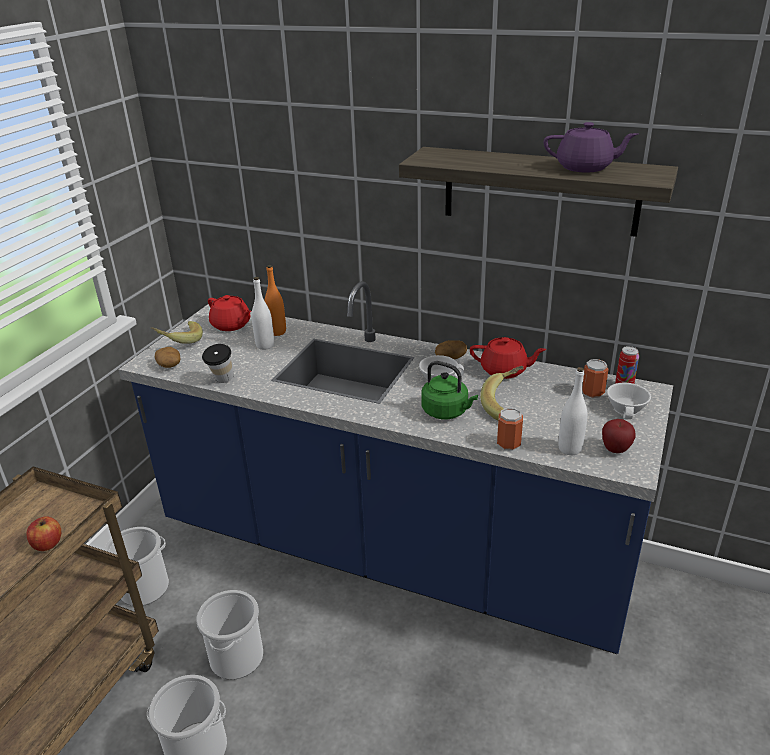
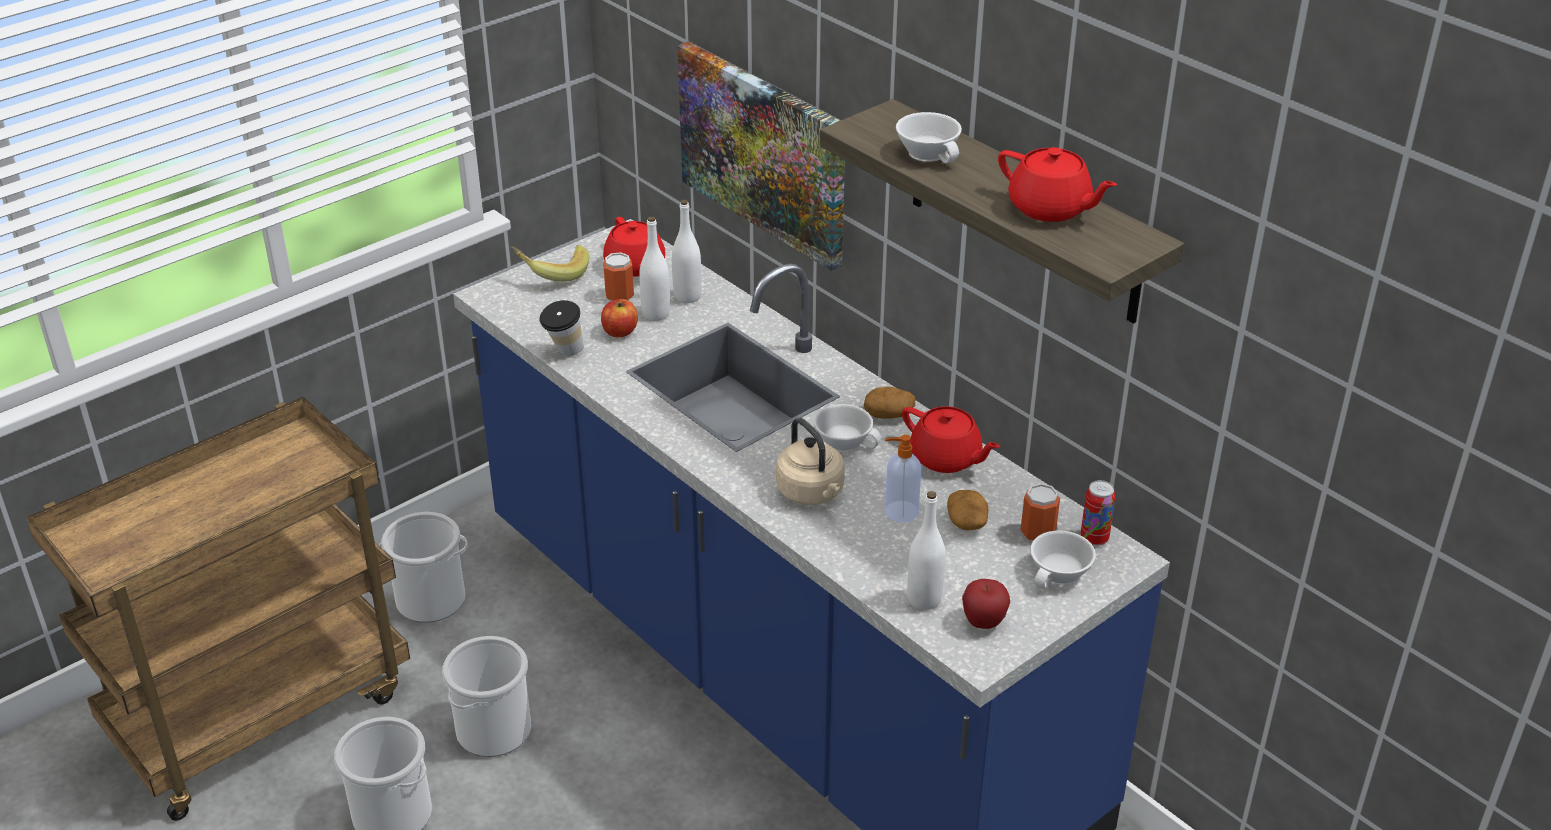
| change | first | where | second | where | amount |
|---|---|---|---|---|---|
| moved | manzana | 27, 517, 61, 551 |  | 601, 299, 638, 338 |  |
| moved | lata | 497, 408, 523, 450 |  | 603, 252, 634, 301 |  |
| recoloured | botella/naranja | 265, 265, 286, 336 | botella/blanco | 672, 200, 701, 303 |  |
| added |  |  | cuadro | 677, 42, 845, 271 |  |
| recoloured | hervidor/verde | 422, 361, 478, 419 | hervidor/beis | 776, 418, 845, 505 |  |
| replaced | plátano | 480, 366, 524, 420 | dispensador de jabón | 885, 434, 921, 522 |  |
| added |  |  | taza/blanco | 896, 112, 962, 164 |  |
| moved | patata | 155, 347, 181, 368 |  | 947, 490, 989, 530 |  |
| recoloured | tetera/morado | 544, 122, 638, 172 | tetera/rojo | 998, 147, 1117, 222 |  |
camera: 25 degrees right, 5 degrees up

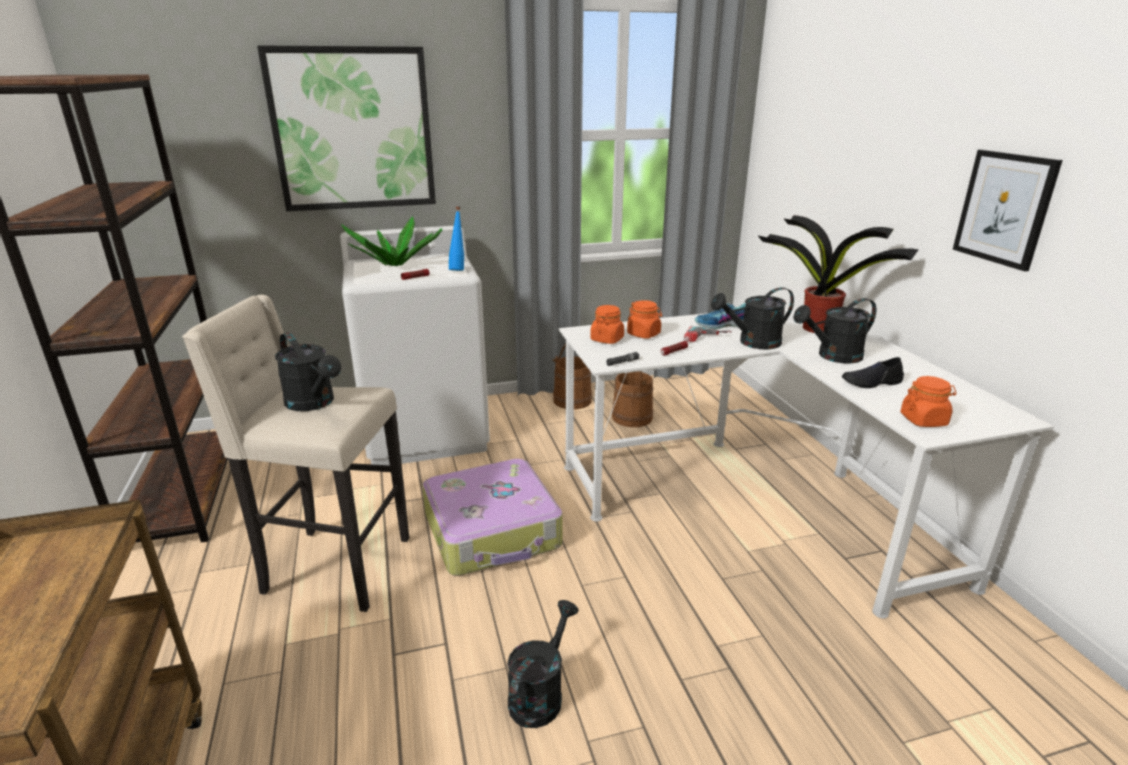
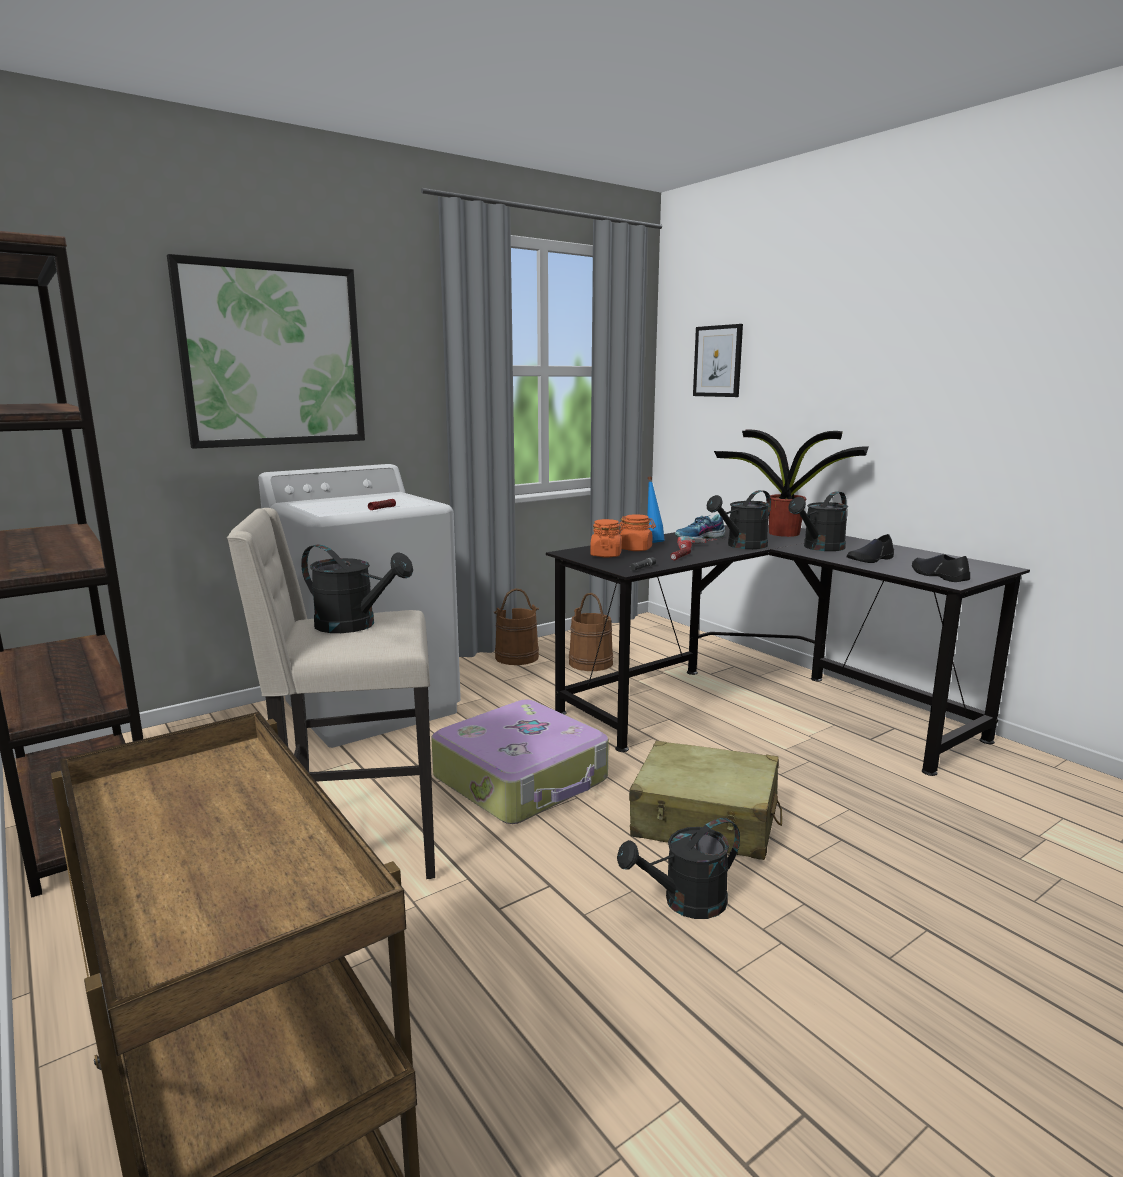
| change | first | where | second | where | amount |
|---|---|---|---|---|---|
| recoloured | escritorio/blanco | 559, 309, 1054, 618 | escritorio/negro | 546, 525, 1030, 776 |  |
| turned | regadera/negro | 507, 600, 579, 728 |  | 617, 818, 740, 919 | 120 degrees counterclockwise |
| added |  |  | maleta/beis | 629, 741, 782, 860 |  |
| moved | botella/azul | 449, 206, 464, 271 |  | 647, 476, 665, 543 |  |
| moved | cuadro | 953, 149, 1063, 271 |  | 693, 324, 743, 397 |  |
| replaced | tarro/naranja | 900, 376, 957, 427 | zapato/negro | 912, 554, 970, 582 |  |
| removed | planta en maceta | 341, 216, 443, 266 |  |  |  |
camera: 20 degrees left, 10 degrees down

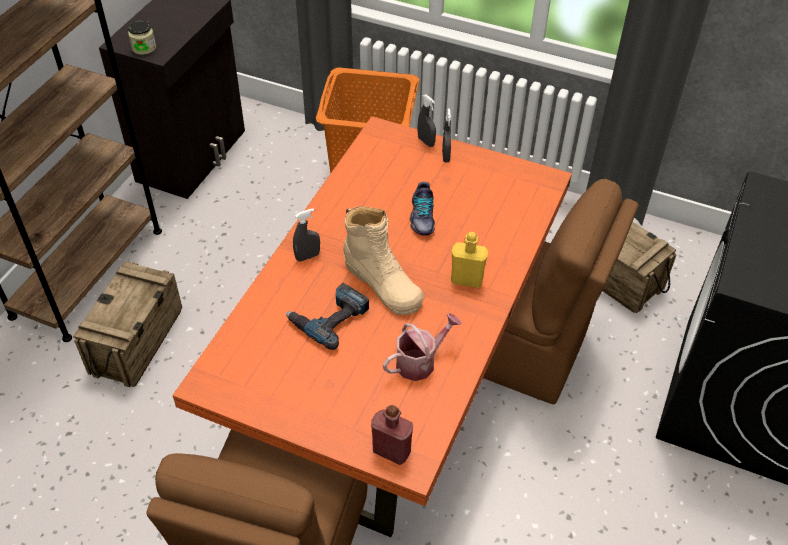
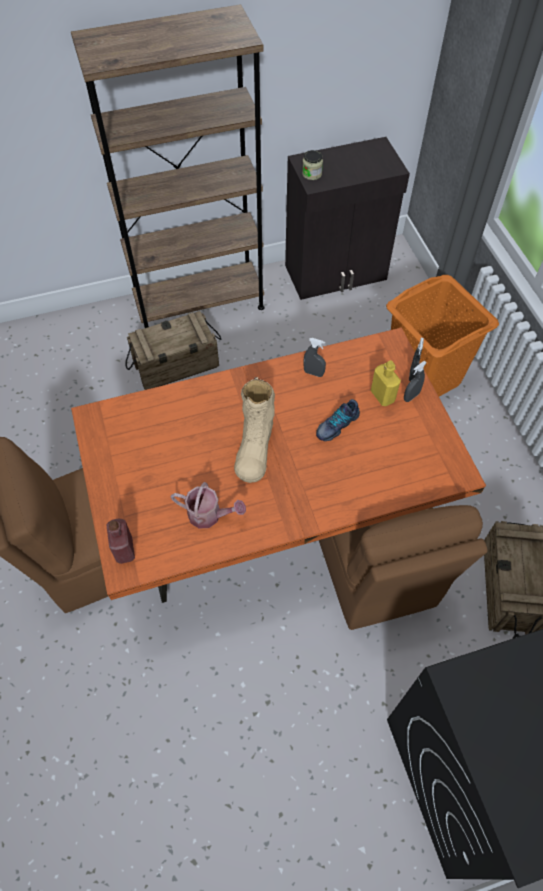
| change | first | where | second | where | amount |
|---|---|---|---|---|---|
| moved | pulverizador/gris | 293, 208, 320, 262 |  | 303, 338, 326, 377 |  |
| moved | botella/amarillo | 451, 232, 488, 288 |  | 371, 360, 401, 406 |  |
| removed | taladro | 286, 283, 369, 350 |  |  |  |
camera: 50 degrees right, 10 degrees up

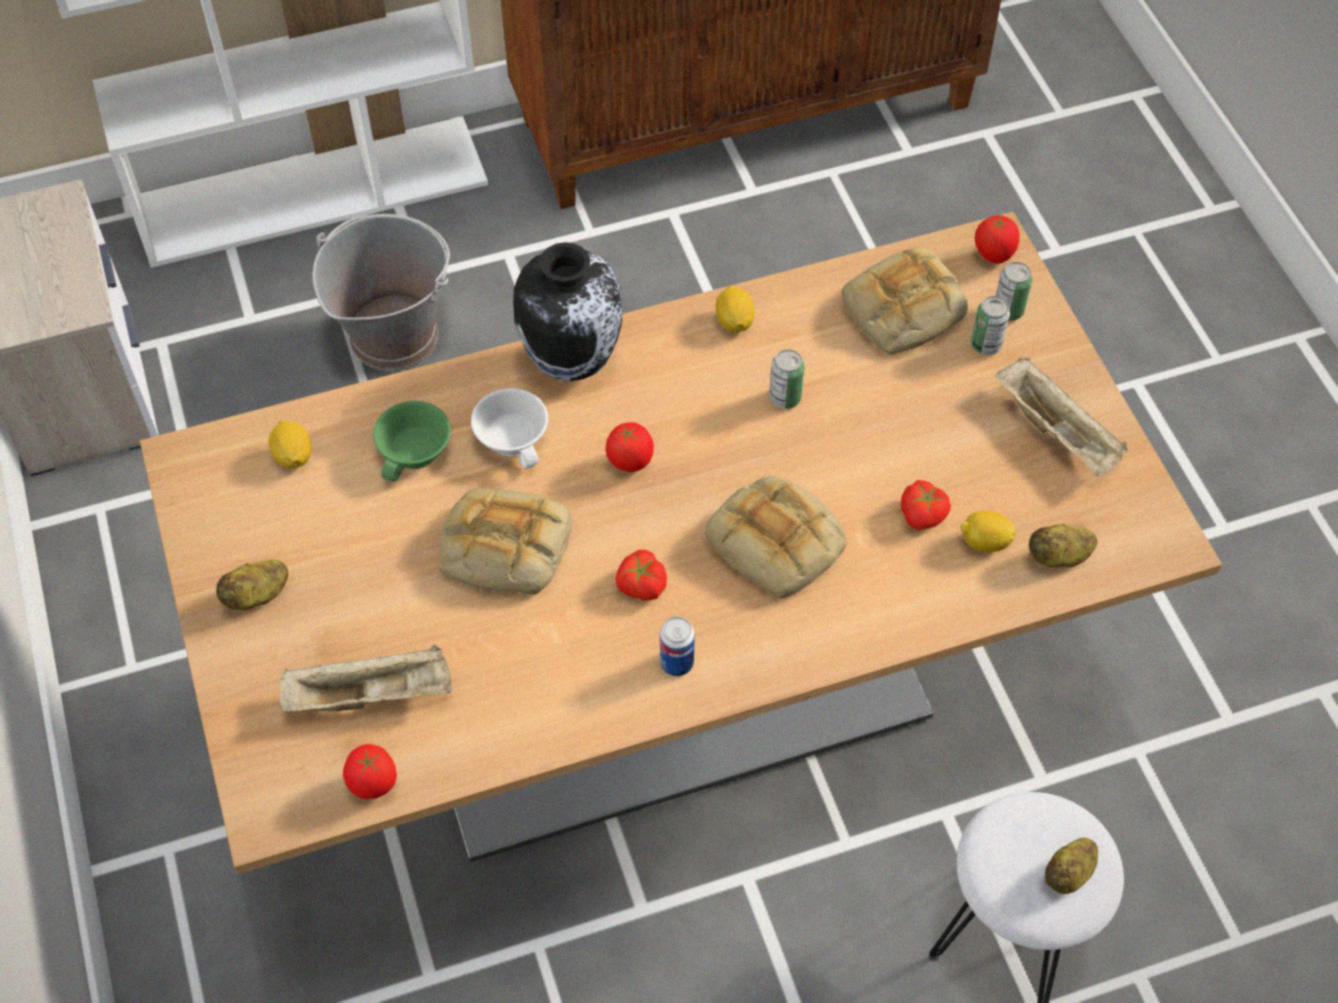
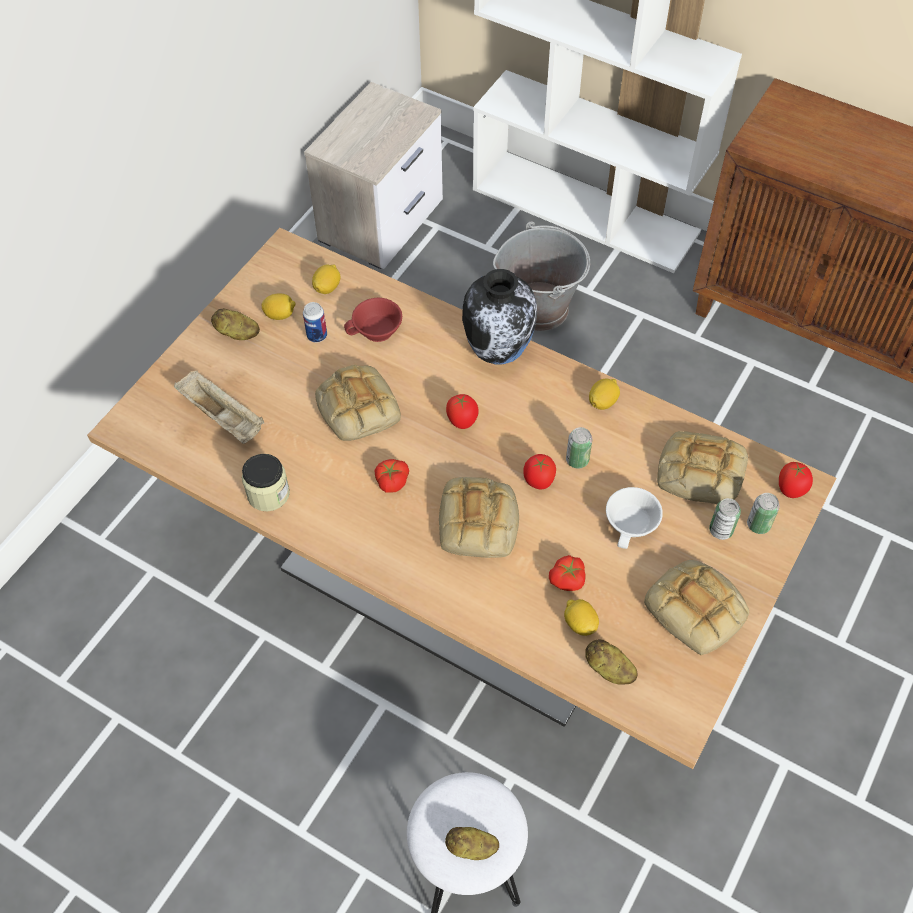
| change | first | where | second | where | amount |
|---|---|---|---|---|---|
| added |  |  | tarro | 242, 454, 290, 512 |  |
| added |  |  | limón | 261, 293, 296, 320 |  |
| moved | lata | 660, 617, 695, 676 |  | 303, 302, 327, 343 |  |
| recoloured | taza/verde | 373, 401, 451, 482 | taza/rojo | 344, 298, 402, 342 |  |
| moved | tomate | 343, 744, 397, 799 |  | 523, 454, 556, 489 |  |
| moved | taza/blanco | 471, 388, 548, 469 |  | 606, 487, 663, 549 |  |
| replaced | bandeja/beis | 996, 358, 1128, 476 | pan | 644, 560, 749, 655 |  |
camera: 50 degrees right, 0 degrees up

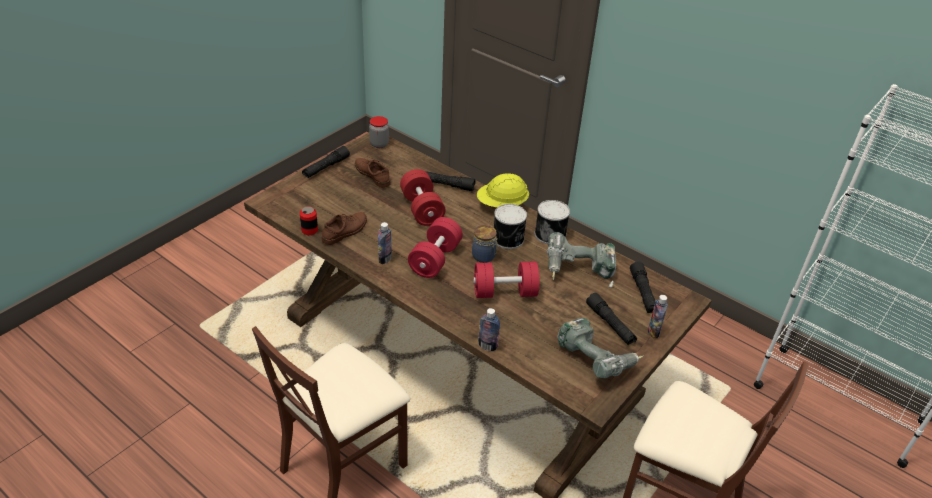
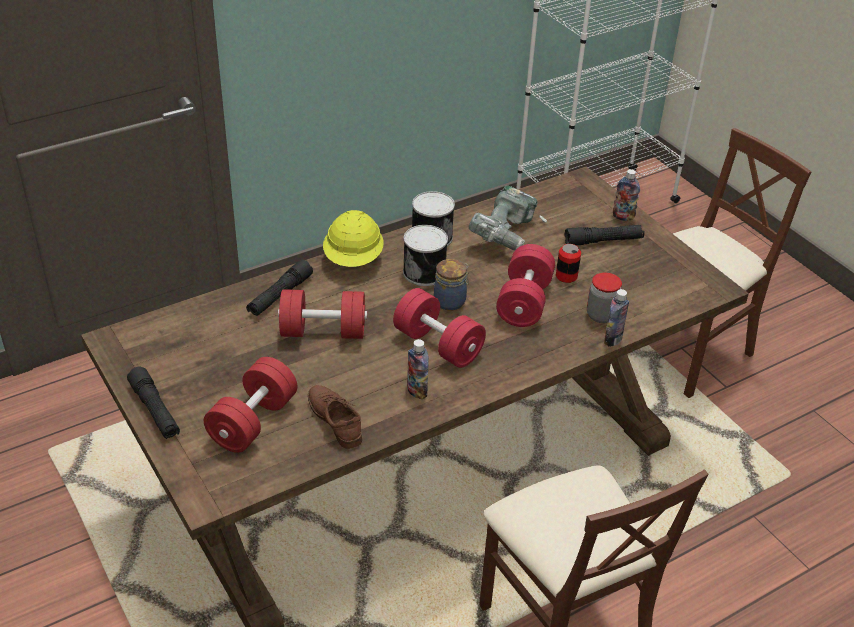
| change | first | where | second | where | amount |
|---|---|---|---|---|---|
| added |  |  | mancuerna/rojo | 204, 357, 297, 453 |  |
| moved | lata | 300, 206, 318, 235 |  | 556, 244, 581, 283 |  |
| moved | tarro | 369, 116, 389, 148 |  | 587, 273, 622, 323 |  |
| removed | zapato/marrón | 355, 158, 391, 188 |  |  |  |
| removed | taladro | 557, 318, 643, 378 |  |  |  |
| removed | linterna/negro | 630, 261, 655, 313 |  |  |  |
camera: 70 degrees left, 0 degrees up

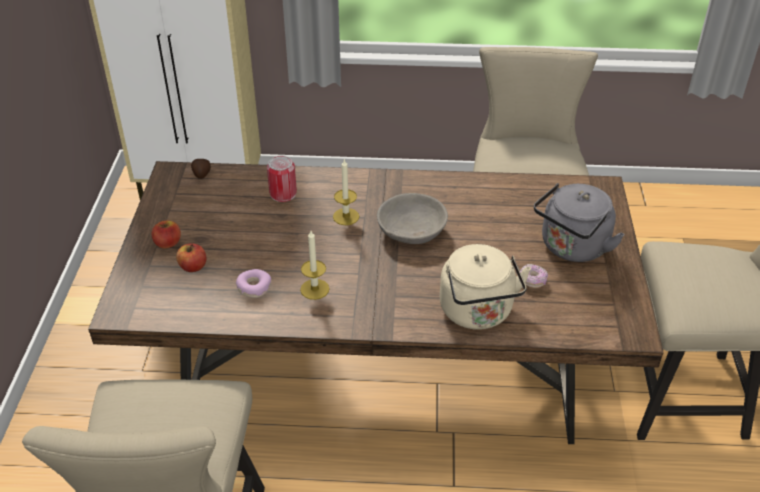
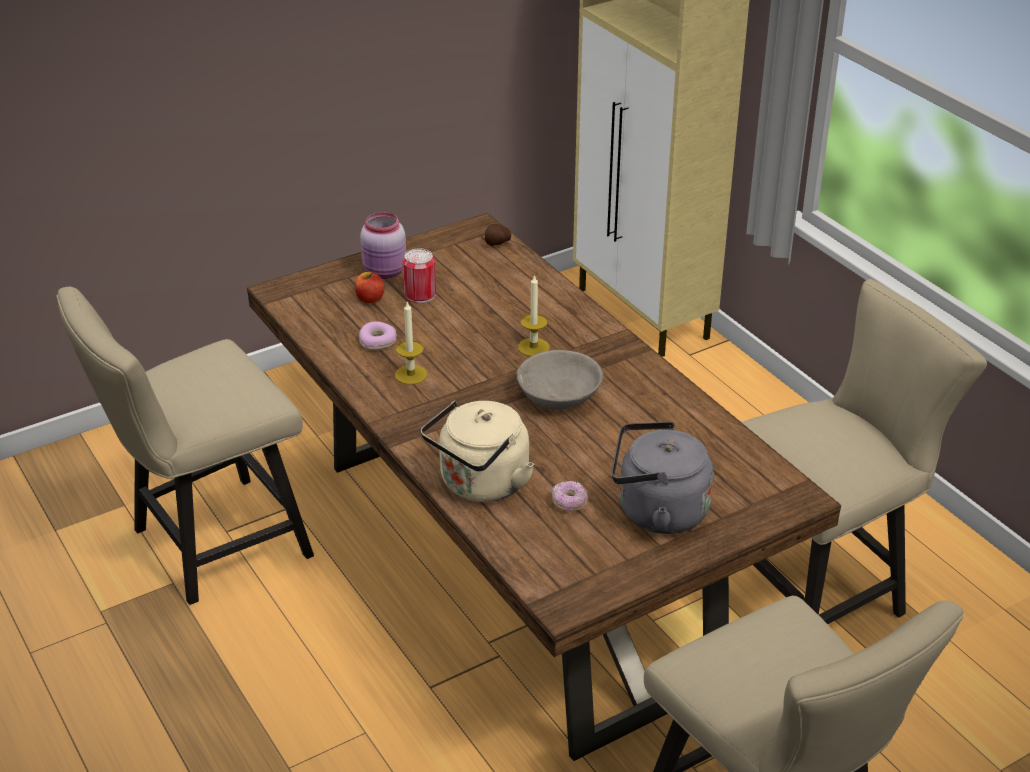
| change | first | where | second | where | amount |
|---|---|---|---|---|---|
| replaced | manzana | 151, 220, 181, 249 | tarro/rosa | 360, 212, 406, 279 |  |
| moved | lata | 267, 156, 297, 202 |  | 403, 248, 436, 303 |  |
camera: 55 degrees right, 5 degrees down

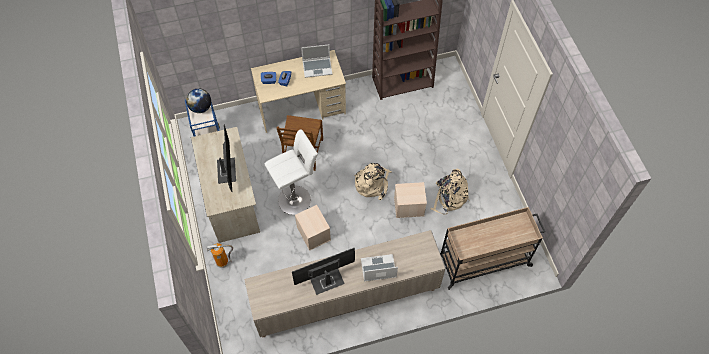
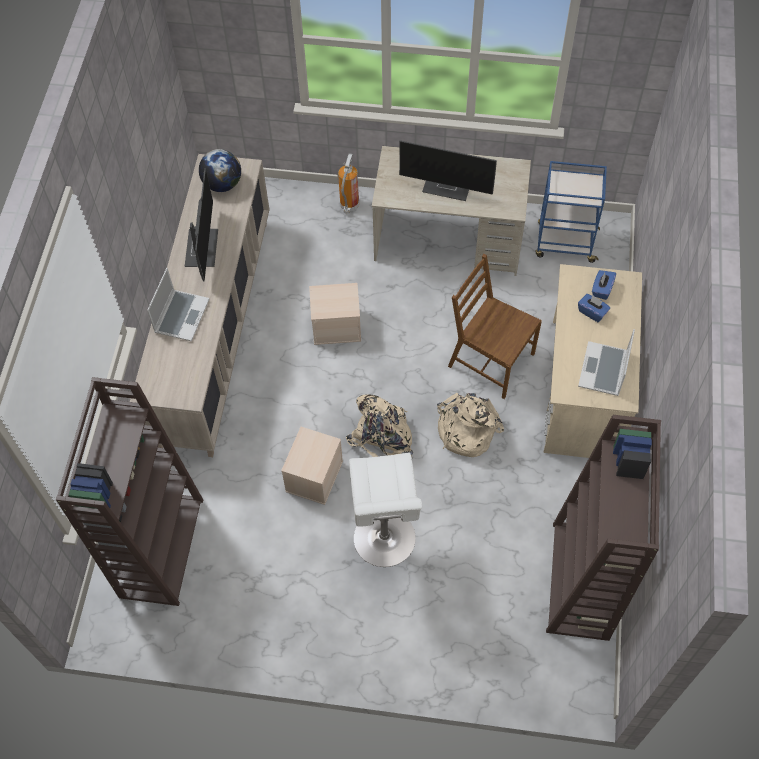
| change | first | where | second | where | amount |
|---|---|---|---|---|---|
| replaced | carrito/beis | 440, 207, 545, 290 | estantería/marrón | 56, 377, 203, 606 |  |
| moved | globo terráqueo | 186, 88, 211, 113 |  | 199, 149, 241, 192 |  |
| moved | taburete/blanco | 265, 129, 318, 215 |  | 349, 453, 422, 567 |  |
| moved | mochila/beis | 431, 169, 470, 215 |  | 437, 393, 504, 457 |  |
camera: 115 degrees right, 0 degrees up

